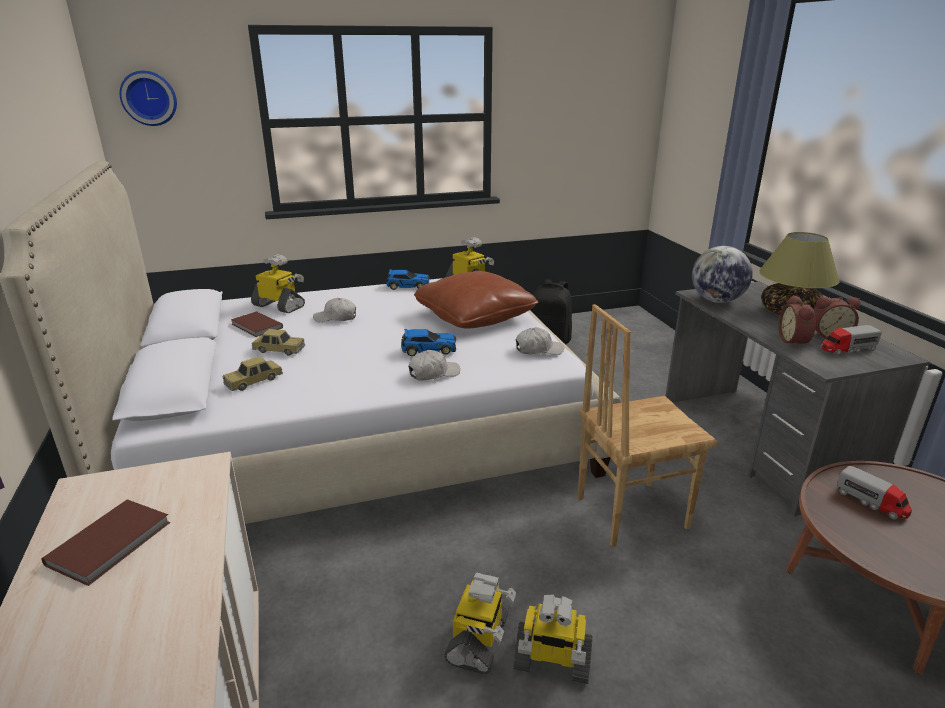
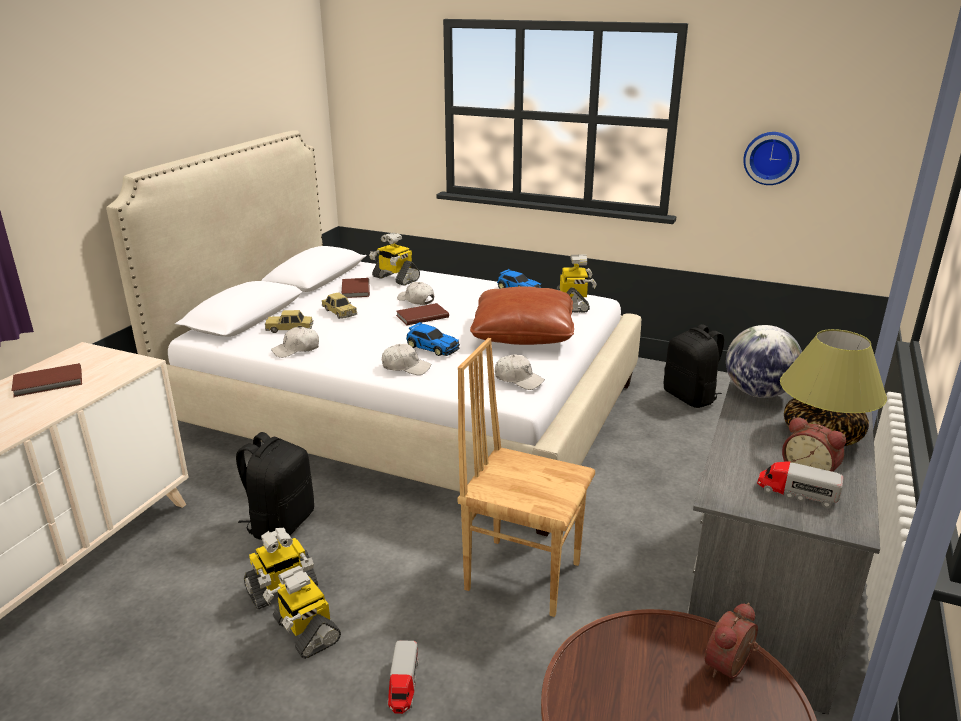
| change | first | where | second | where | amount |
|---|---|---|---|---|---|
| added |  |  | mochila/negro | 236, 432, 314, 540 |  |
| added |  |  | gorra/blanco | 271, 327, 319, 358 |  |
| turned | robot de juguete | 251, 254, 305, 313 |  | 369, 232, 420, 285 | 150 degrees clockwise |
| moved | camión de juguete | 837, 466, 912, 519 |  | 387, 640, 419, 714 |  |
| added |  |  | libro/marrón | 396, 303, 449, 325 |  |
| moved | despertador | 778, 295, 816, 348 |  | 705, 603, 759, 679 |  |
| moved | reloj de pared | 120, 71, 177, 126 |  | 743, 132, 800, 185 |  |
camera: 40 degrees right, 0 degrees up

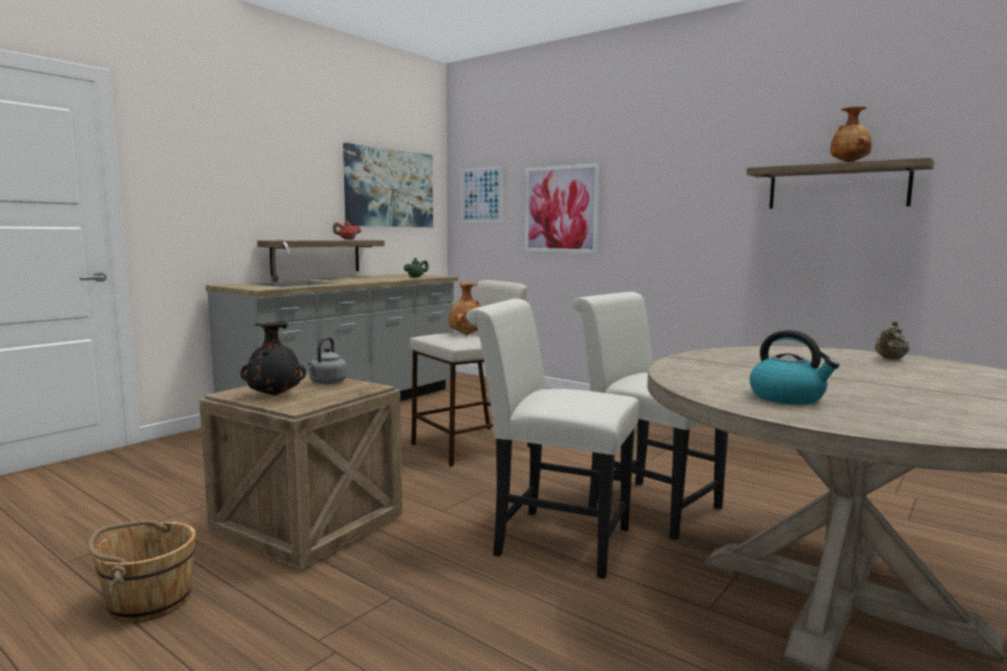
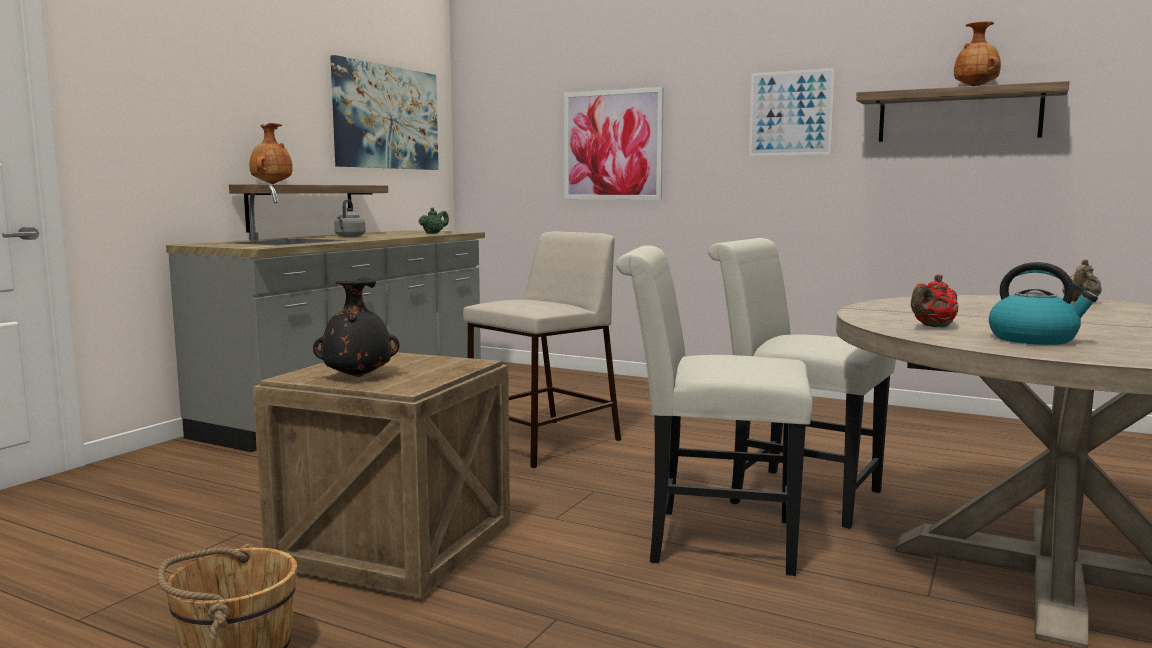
| change | first | where | second | where | amount |
|---|---|---|---|---|---|
| moved | florero/marrón | 449, 283, 481, 335 |  | 250, 123, 293, 184 |  |
| moved | hervidor/gris | 308, 337, 347, 384 |  | 334, 199, 366, 237 |  |
| moved | cuadro | 461, 166, 503, 222 |  | 749, 68, 835, 156 |  |
| moved | tetera/rojo | 333, 220, 361, 240 |  | 911, 274, 958, 328 |  |
camera: 10 degrees left, 0 degrees up

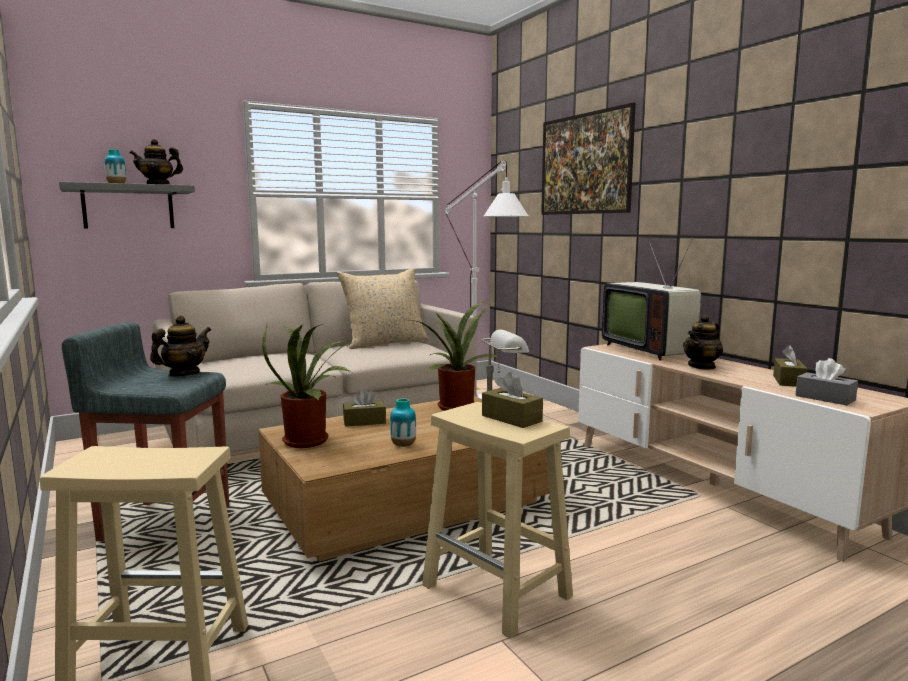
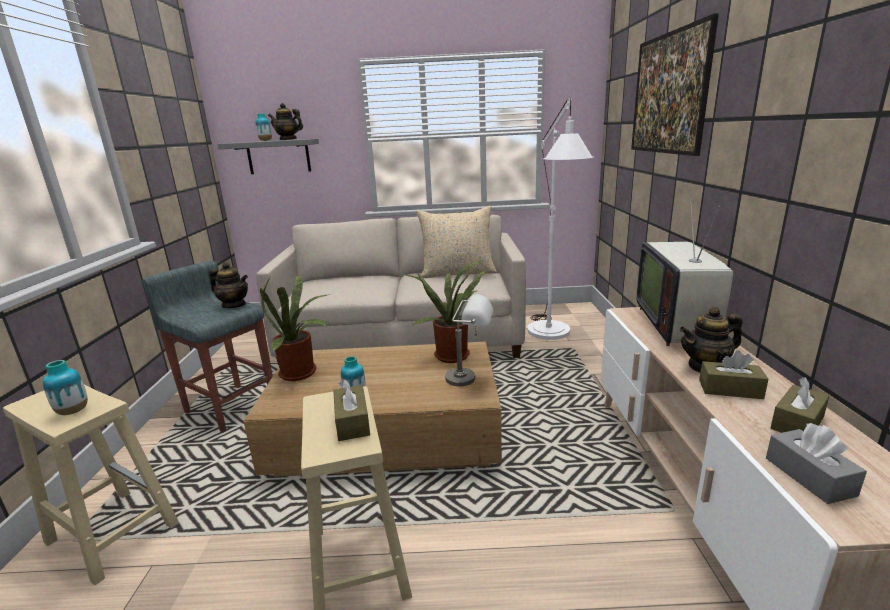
| change | first | where | second | where | amount |
|---|---|---|---|---|---|
| added |  |  | florero | 43, 360, 88, 415 |  |
| turned | tetera | 150, 315, 211, 376 |  | 209, 262, 248, 308 | 45 degrees clockwise |
| moved | caja de pañuelos/marrón | 343, 389, 386, 427 |  | 699, 350, 769, 399 |  |
camera: 30 degrees right, 10 degrees up

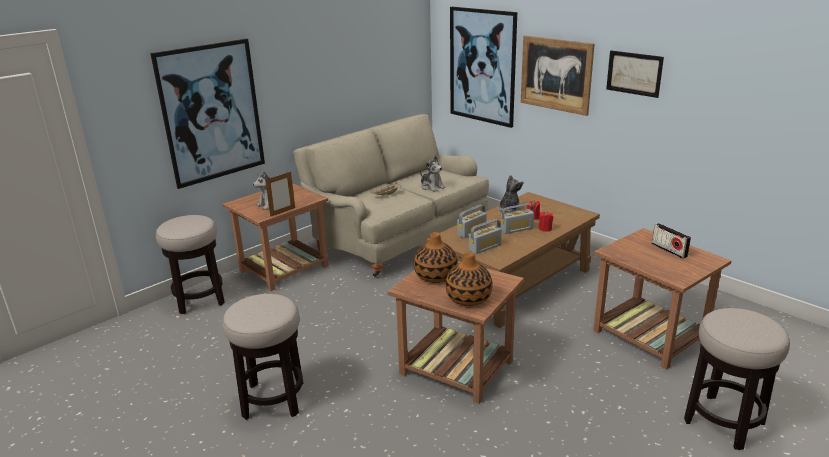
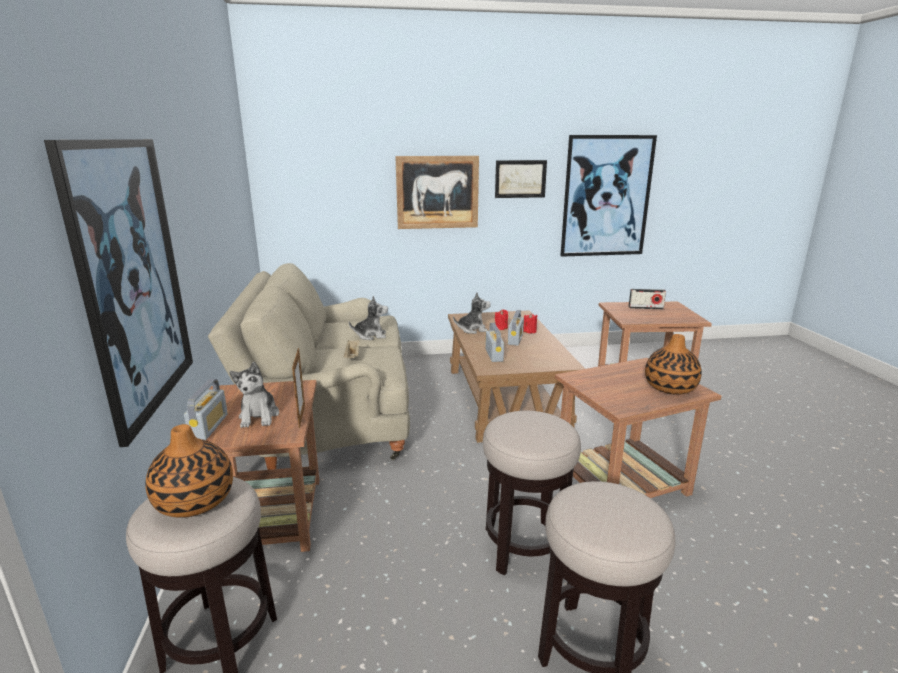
| change | first | where | second | where | amount |
|---|---|---|---|---|---|
| moved | florero | 414, 232, 458, 283 |  | 145, 424, 233, 518 |  |
| moved | radio | 469, 219, 502, 254 |  | 184, 379, 228, 440 |  |
| turned | peluche | 498, 175, 524, 213 |  | 453, 292, 491, 334 | 105 degrees clockwise |
| moved | taburete | 684, 308, 790, 450 |  | 483, 411, 581, 575 |  |
| moved | cuadro | 450, 7, 517, 128 |  | 560, 135, 657, 257 |  |
camera: 55 degrees left, 5 degrees down

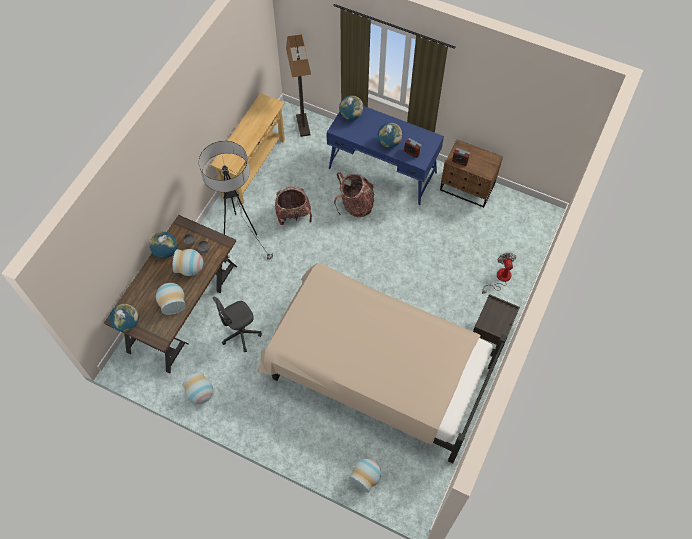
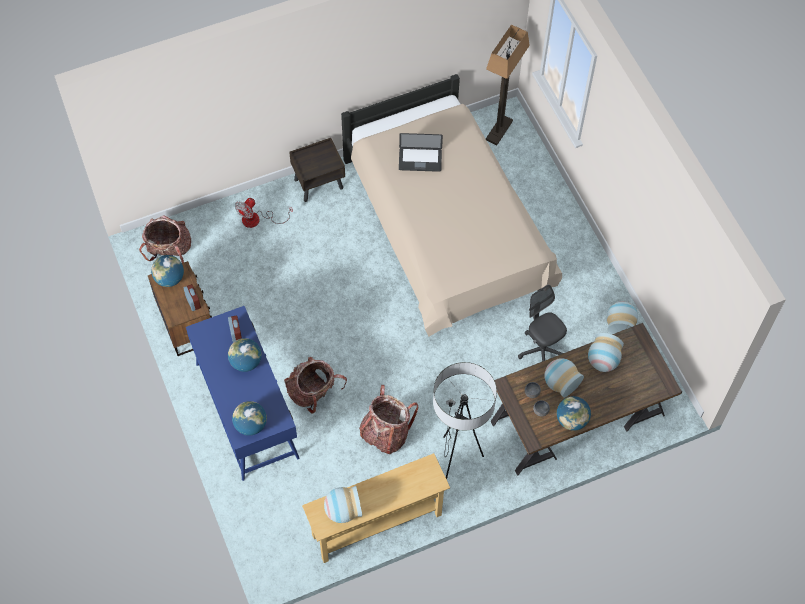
| change | first | where | second | where | amount |
|---|---|---|---|---|---|
| added |  |  | mochila | 139, 215, 191, 263 |  |
| moved | globo terráqueo | 110, 304, 139, 332 |  | 151, 255, 184, 287 |  |
| moved | florero | 349, 459, 381, 493 |  | 324, 486, 362, 523 |  |
| added |  |  | portátil | 399, 133, 443, 172 |  |
| moved | lámpara de pie | 286, 34, 311, 137 |  | 486, 25, 530, 145 |  |
| turned | silla de oficina/gris | 212, 297, 262, 352 |  | 518, 284, 567, 361 | 135 degrees counterclockwise |
camera: 140 degrees left, 0 degrees up

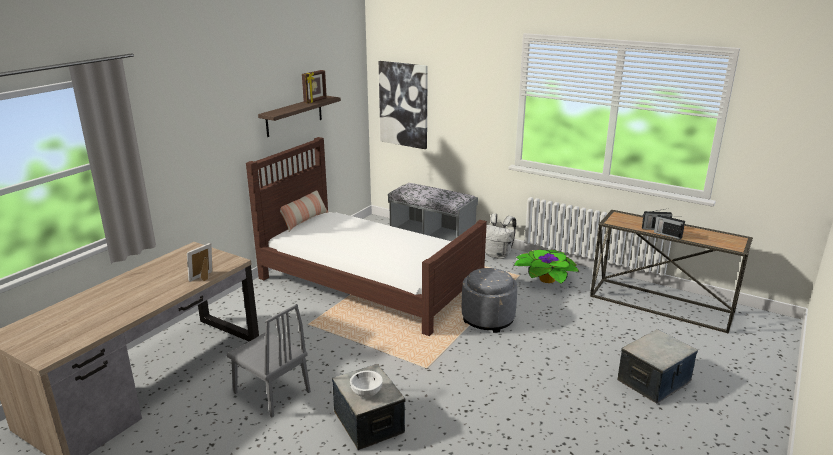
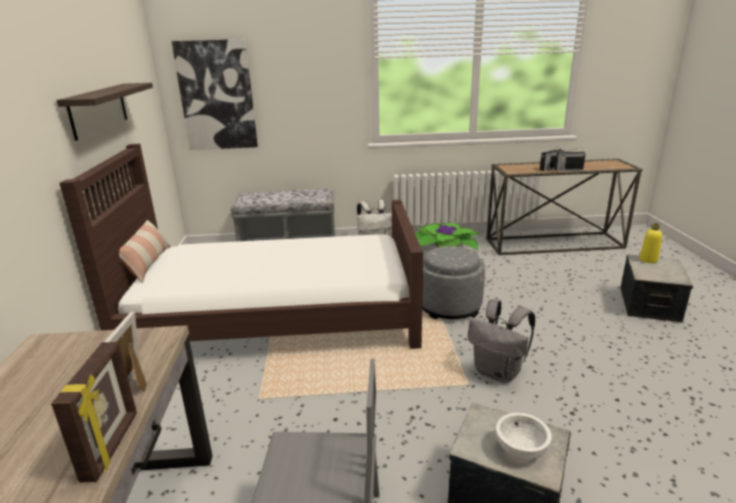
| change | first | where | second | where | amount |
|---|---|---|---|---|---|
| moved | portarretratos | 302, 70, 327, 103 |  | 51, 342, 137, 483 |  |
| added |  |  | mochila/gris | 467, 299, 535, 383 |  |
| added |  |  | botella/amarillo | 640, 223, 662, 263 |  |
camera: 35 degrees left, 0 degrees up

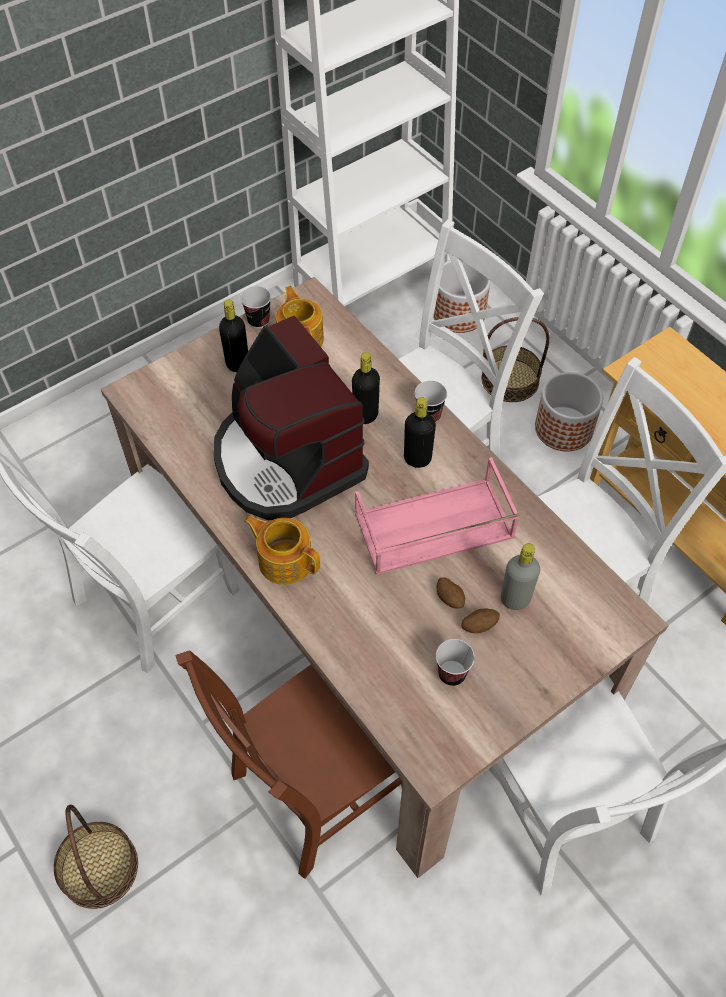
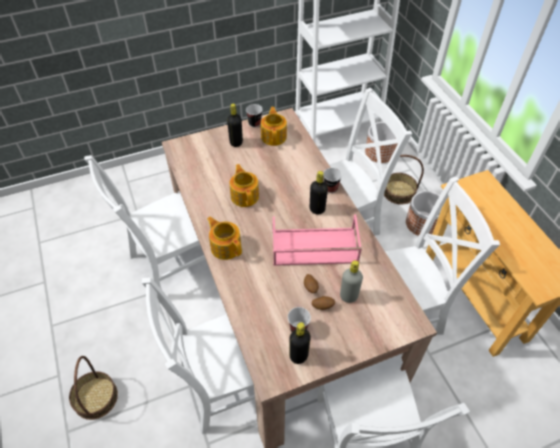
| change | first | where | second | where | amount |
|---|---|---|---|---|---|
| recoloured | silla/marrón | 175, 650, 403, 879 | silla/blanco | 142, 277, 255, 434 |  |
| replaced | cafetera | 214, 315, 369, 520 | tetera | 230, 164, 259, 207 |  |
| moved | botella/negro | 352, 352, 380, 424 |  | 289, 322, 311, 364 |  |
camera: 15 degrees right, 5 degrees down

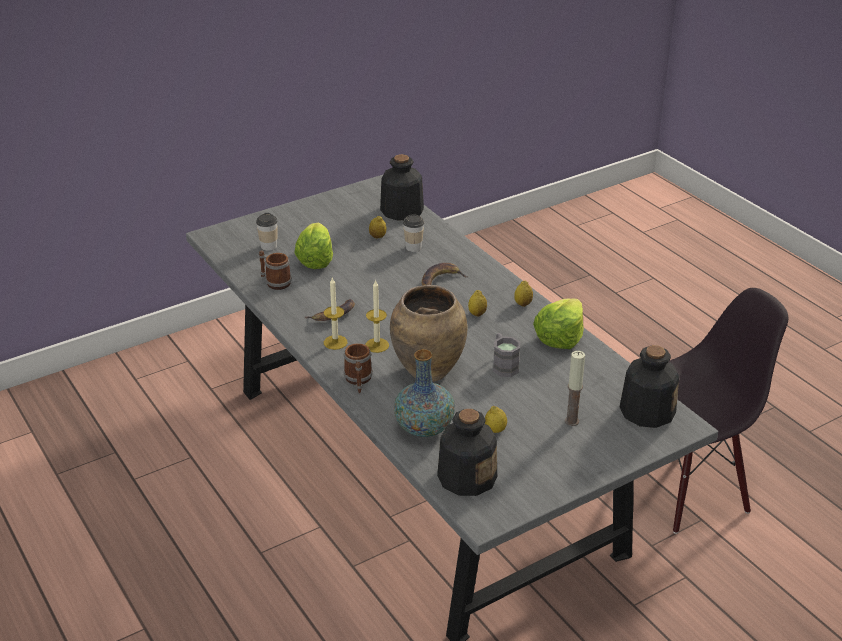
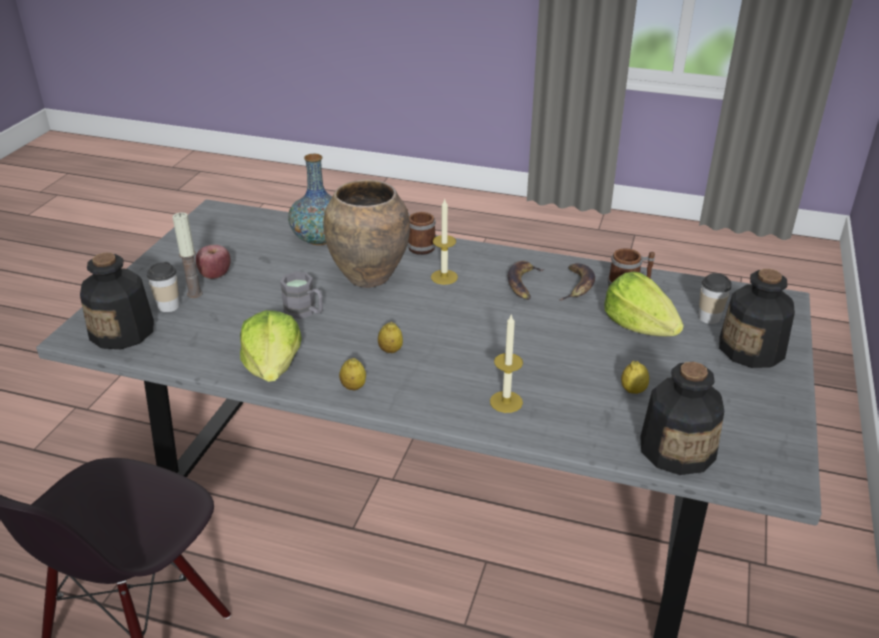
| change | first | where | second | where | amount |
|---|---|---|---|---|---|
| moved | taza | 403, 214, 424, 252 |  | 147, 262, 179, 312 |  |
| added |  |  | manzana | 196, 245, 231, 279 |  |
| moved | vela | 324, 278, 348, 350 |  | 490, 315, 523, 413 |  |
| moved | plátano | 422, 263, 467, 286 |  | 559, 263, 595, 301 |  |
| moved | botella | 437, 409, 497, 496 |  | 719, 269, 795, 368 |  |
| removed | limón | 485, 406, 507, 433 |  |  |  |
camera: 140 degrees right, 0 degrees up

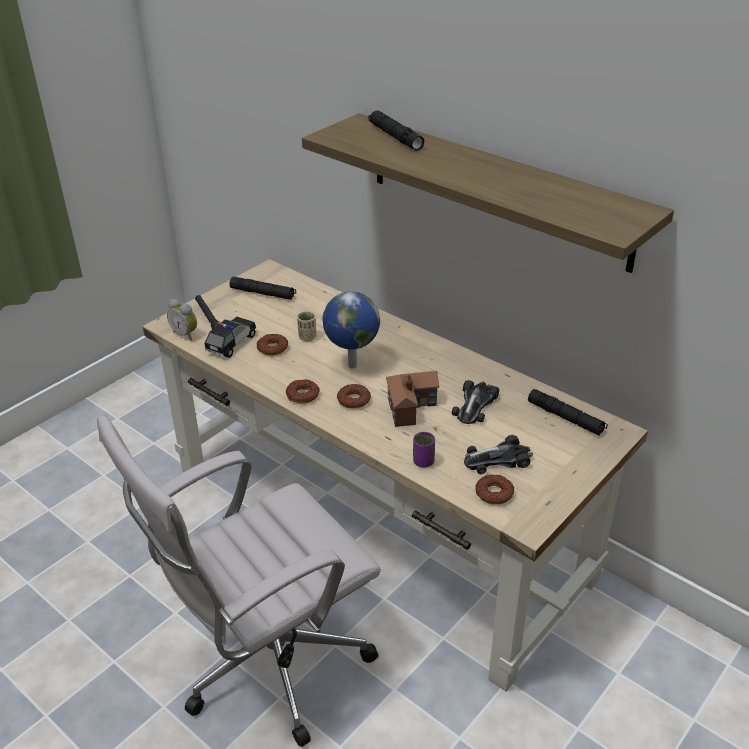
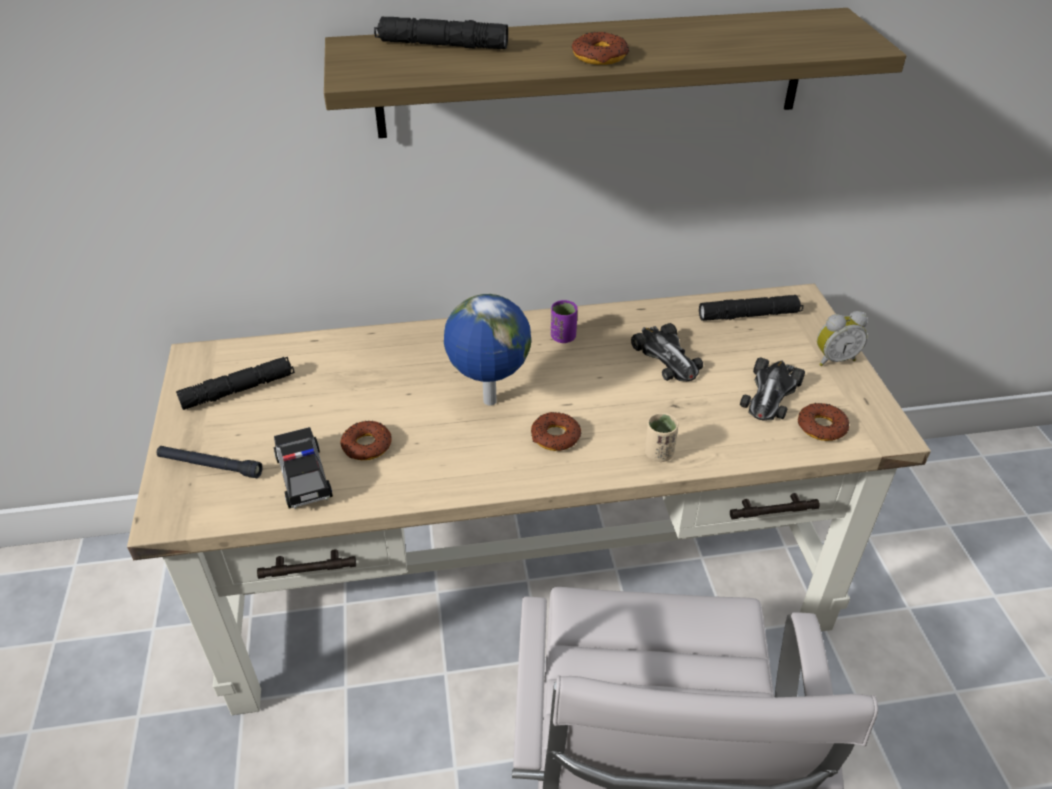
| change | first | where | second | where | amount |
|---|---|---|---|---|---|
| moved | taza/morado | 413, 432, 435, 467 |  | 551, 300, 578, 343 |  |
| moved | rosquilla | 286, 379, 320, 404 |  | 572, 32, 629, 65 |  |
| moved | taza/beis | 297, 311, 316, 341 |  | 645, 413, 678, 462 |  |
| moved | despertador | 167, 299, 197, 341 |  | 817, 311, 868, 366 |  |
| removed | casita | 386, 371, 439, 427 |  |  |  |
camera: 50 degrees left, 5 degrees up

